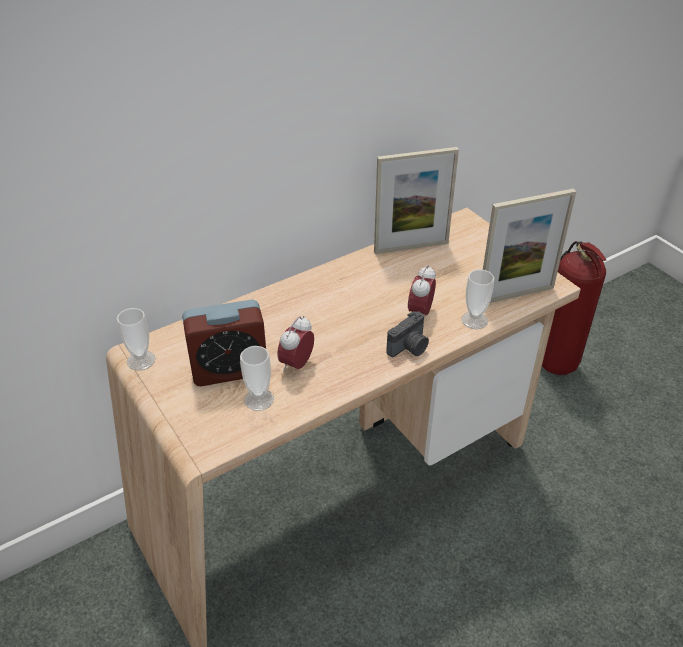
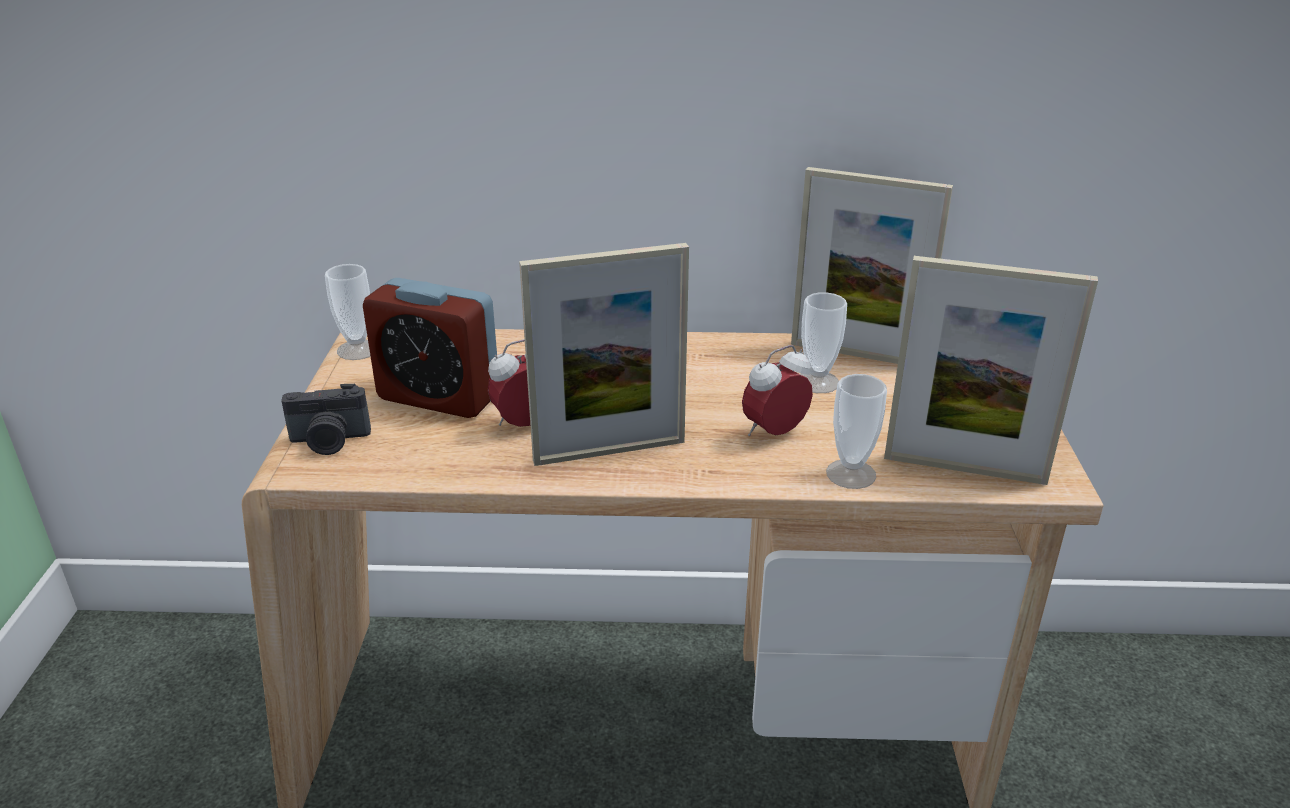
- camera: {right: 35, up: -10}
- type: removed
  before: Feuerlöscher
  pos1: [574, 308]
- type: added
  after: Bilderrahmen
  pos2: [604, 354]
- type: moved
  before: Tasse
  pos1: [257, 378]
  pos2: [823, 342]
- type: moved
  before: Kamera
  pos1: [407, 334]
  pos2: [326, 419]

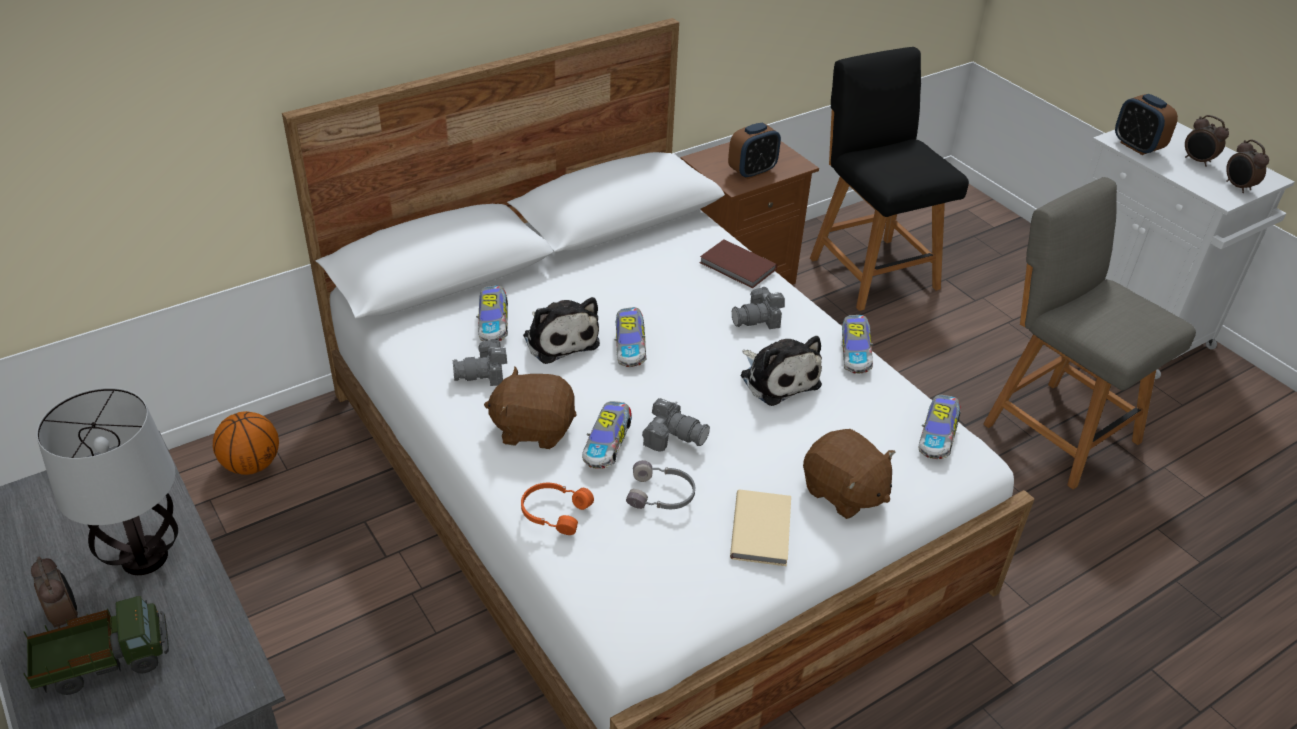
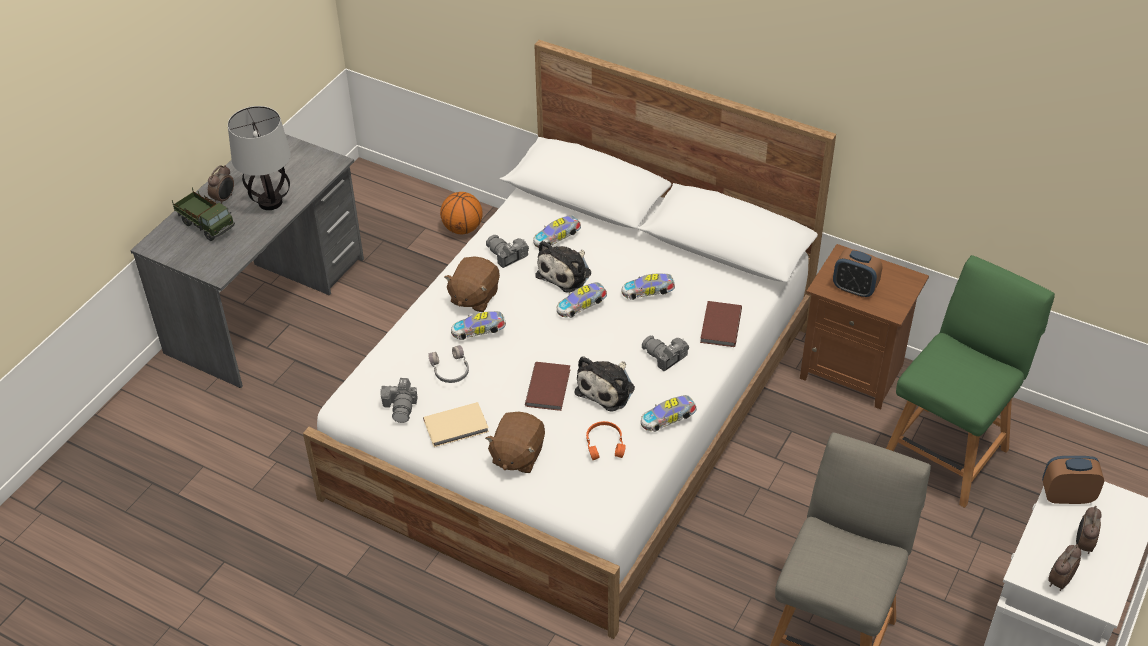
- camera: {right: 65, up: 5}
- type: added
  after: Buch (braun)
  pos2: [547, 386]
- type: moved
  before: Kopfhörer (orange)
  pos1: [557, 509]
  pos2: [606, 440]
- type: moved
  before: Kamera
  pos1: [676, 425]
  pos2: [399, 400]
- type: moved
  before: Spielzeugauto
  pos1: [940, 427]
  pos2: [648, 286]
- type: recoloured
  before: Stuhl (schwarz)
  after: Stuhl (grün)
  pos1: [889, 179]
  pos2: [970, 381]
- type: turned
  before: Plüschtier (braun)
  pos1: [530, 408]
  pos2: [472, 284]
  turn: -135
- type: turned
  before: Wecker
  pos1: [1146, 124]
  pos2: [1073, 480]
  turn: 60

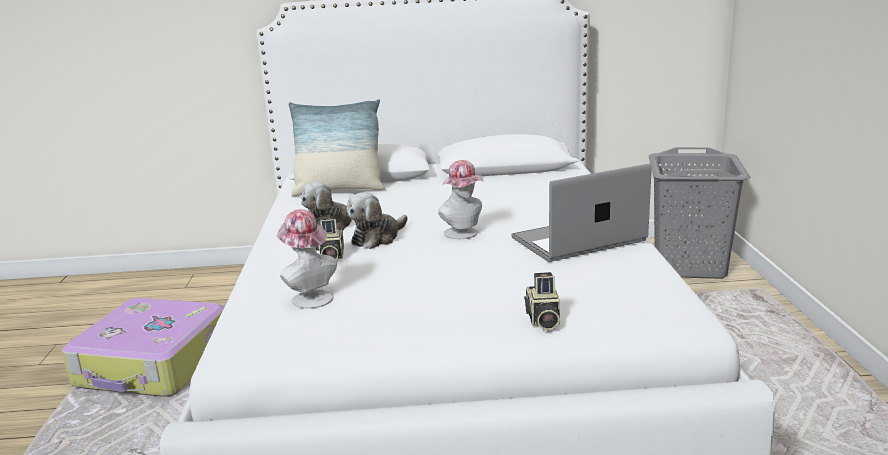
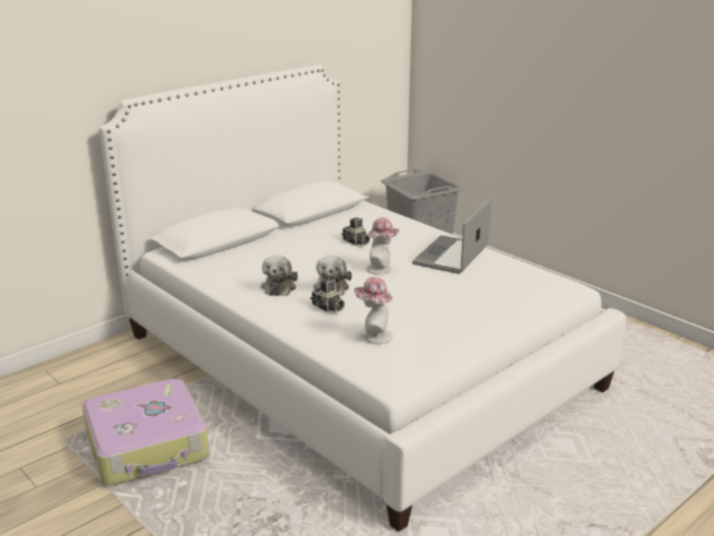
- camera: {right: -40, up: 5}
- type: removed
  before: Kissen
  pos1: [337, 147]
- type: moved
  before: Kamera
  pos1: [542, 301]
  pos2: [355, 231]

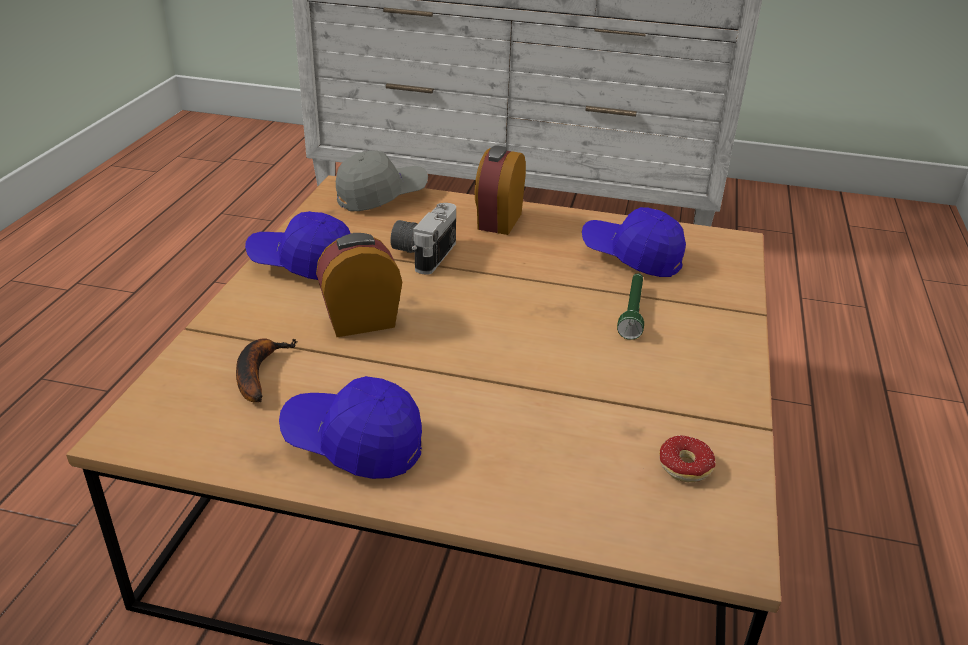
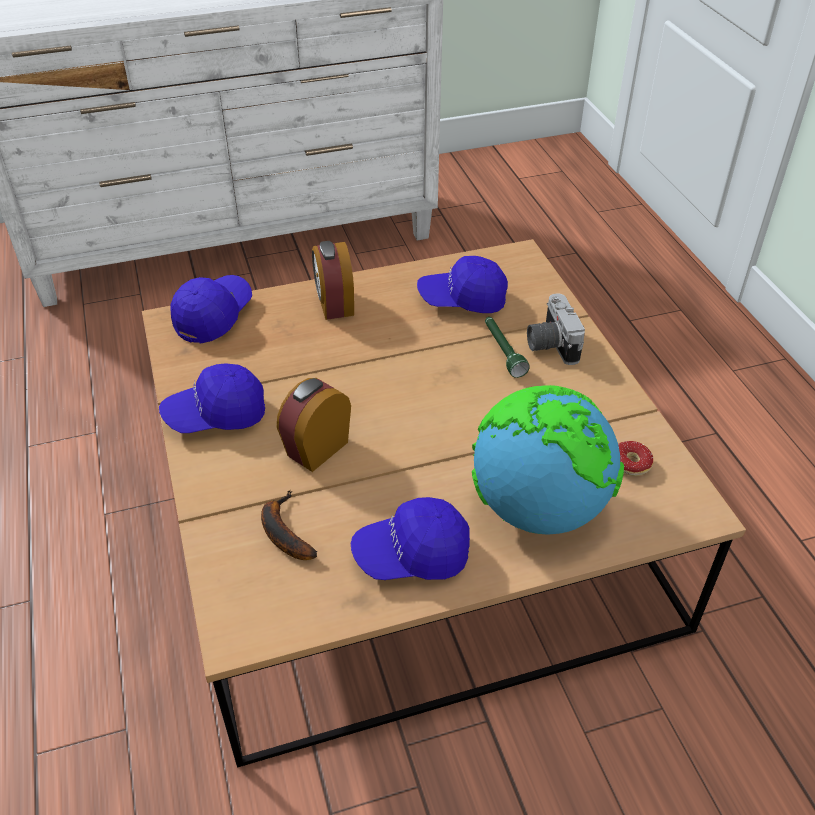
- camera: {right: -30, up: 10}
- type: added
  after: Globus
  pos2: [548, 459]
- type: moved
  before: Kamera
  pos1: [423, 239]
  pos2: [556, 329]
- type: recoloured
  before: Kappe (grau)
  after: Kappe (blau)
  pos1: [382, 181]
  pos2: [211, 309]

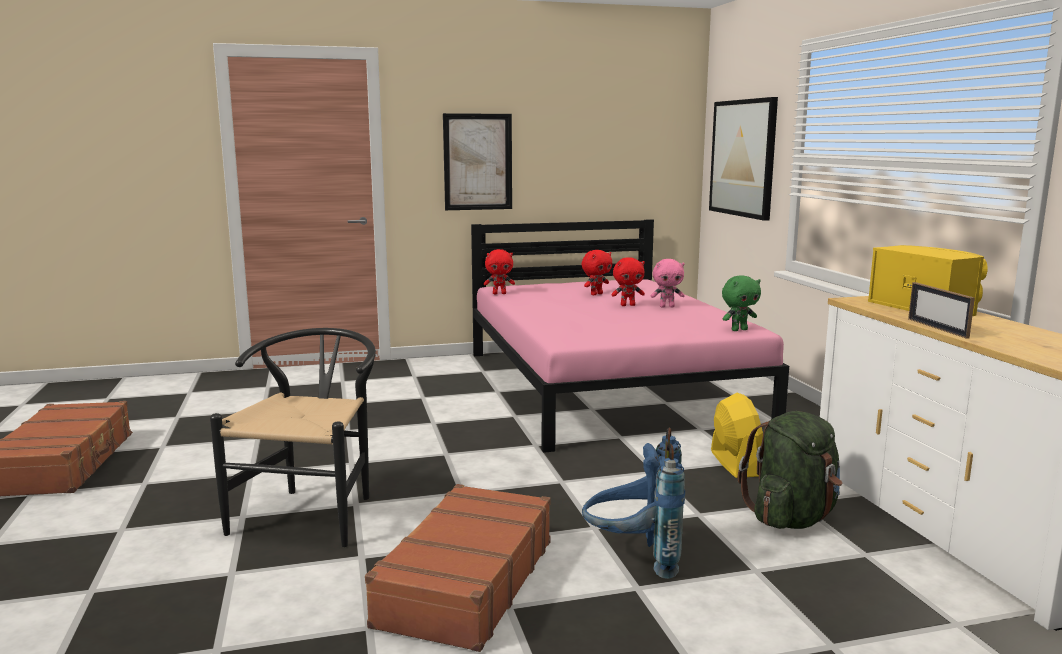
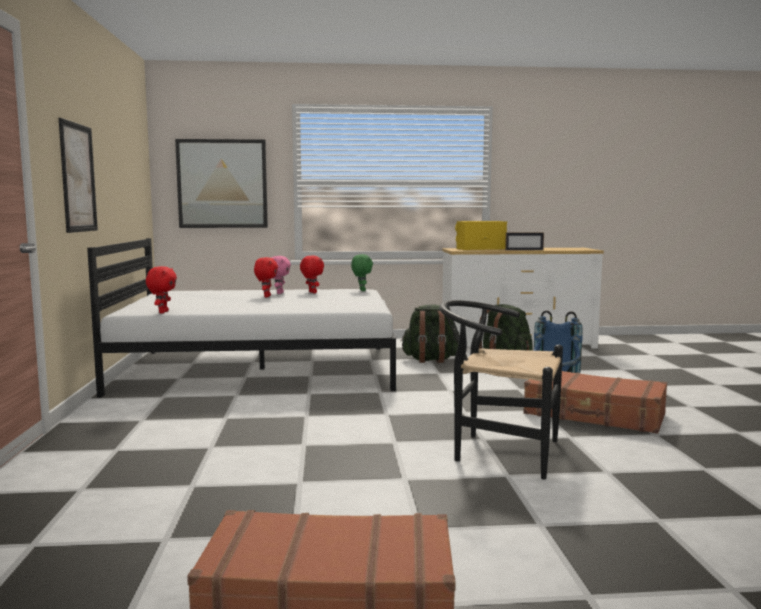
- camera: {right: -80, up: -5}
- type: moved
  before: Plüschtier (rot)
  pos1: [597, 272]
  pos2: [312, 274]
- type: replaced
  before: Ventilator (gelb)
  after: Rucksack (grün)
  pos1: [737, 435]
  pos2: [430, 334]
- type: recoloured
  before: Bett (rosa)
  after: Bett (weiß)
  pos1: [630, 336]
  pos2: [241, 318]

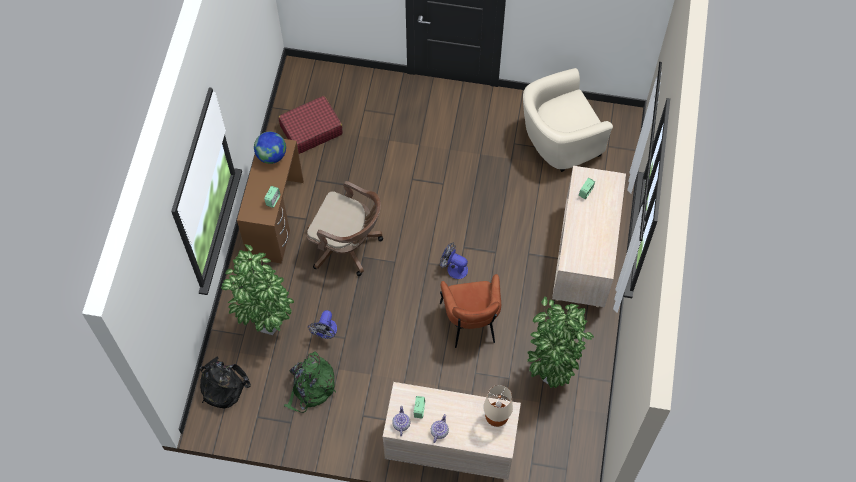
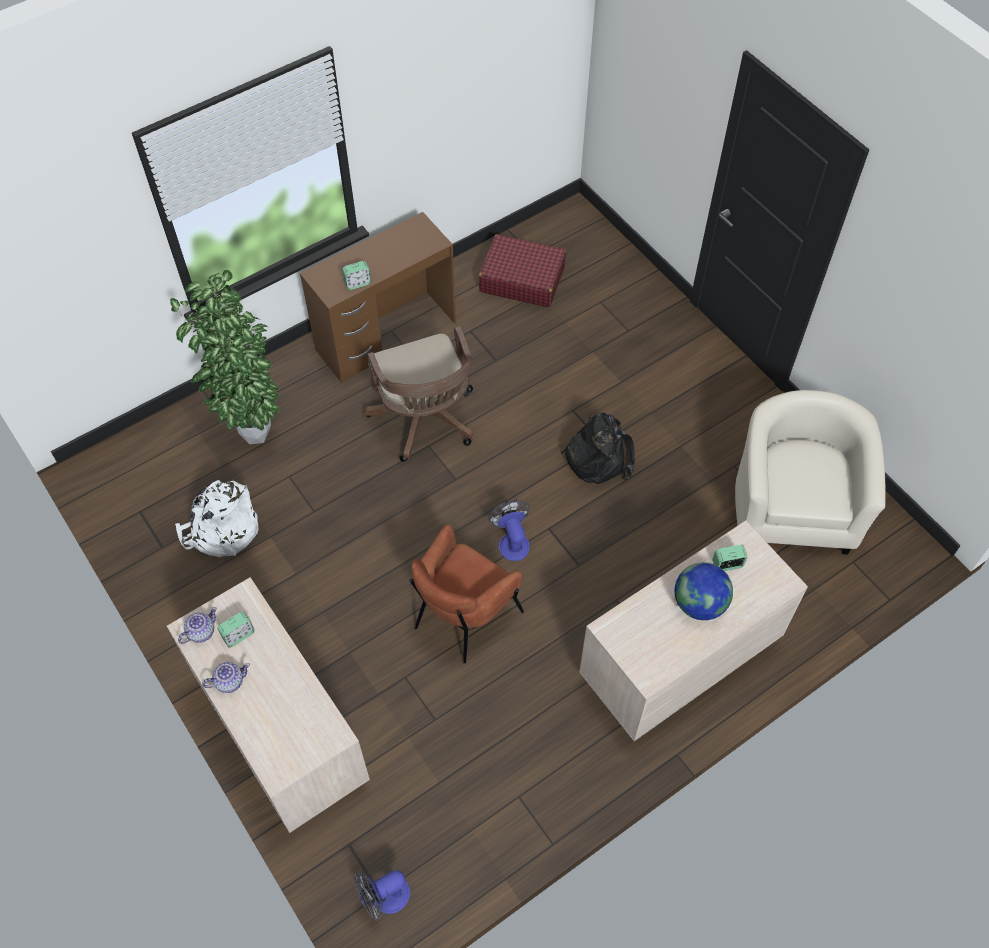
- camera: {right: 45, up: -5}
- type: removed
  before: Tischlampe (beige)
  pos1: [498, 406]
- type: removed
  before: Topfpflanze
  pos1: [560, 342]
- type: moved
  before: Rucksack (schwarz)
  pos1: [225, 383]
  pos2: [598, 448]
- type: moved
  before: Globus
  pos1: [270, 148]
  pos2: [704, 591]
- type: moved
  before: Ventilator
  pos1: [322, 324]
  pos2: [382, 895]
- type: recoloured
  before: Rucksack (grün)
  after: Rucksack (weiß)
  pos1: [310, 382]
  pos2: [216, 518]
- type: turned
  before: Sessel (beige)
  pos1: [568, 120]
  pos2: [810, 472]
  turn: 75

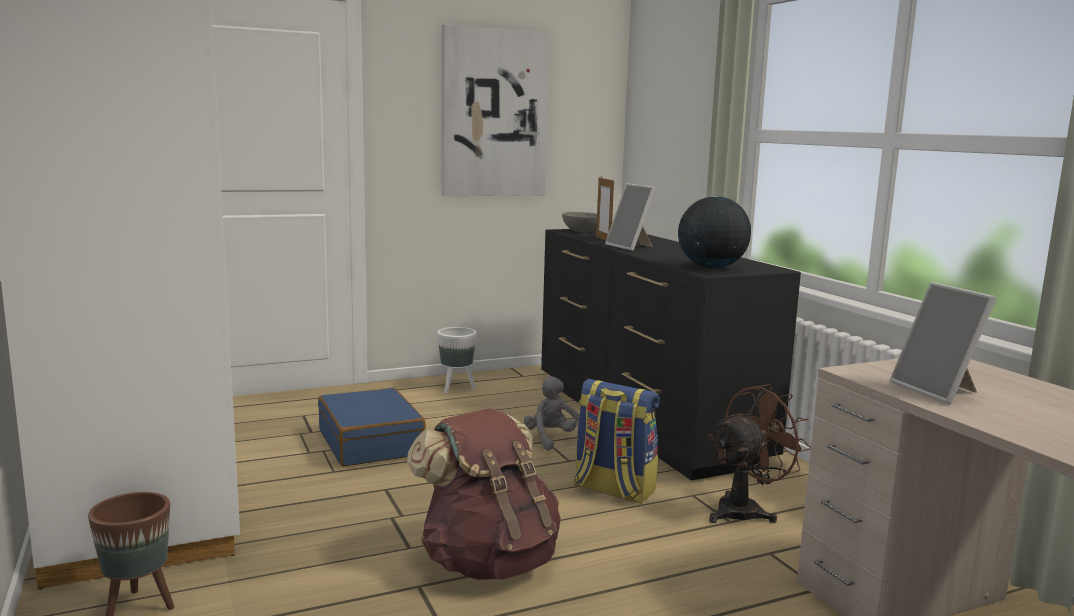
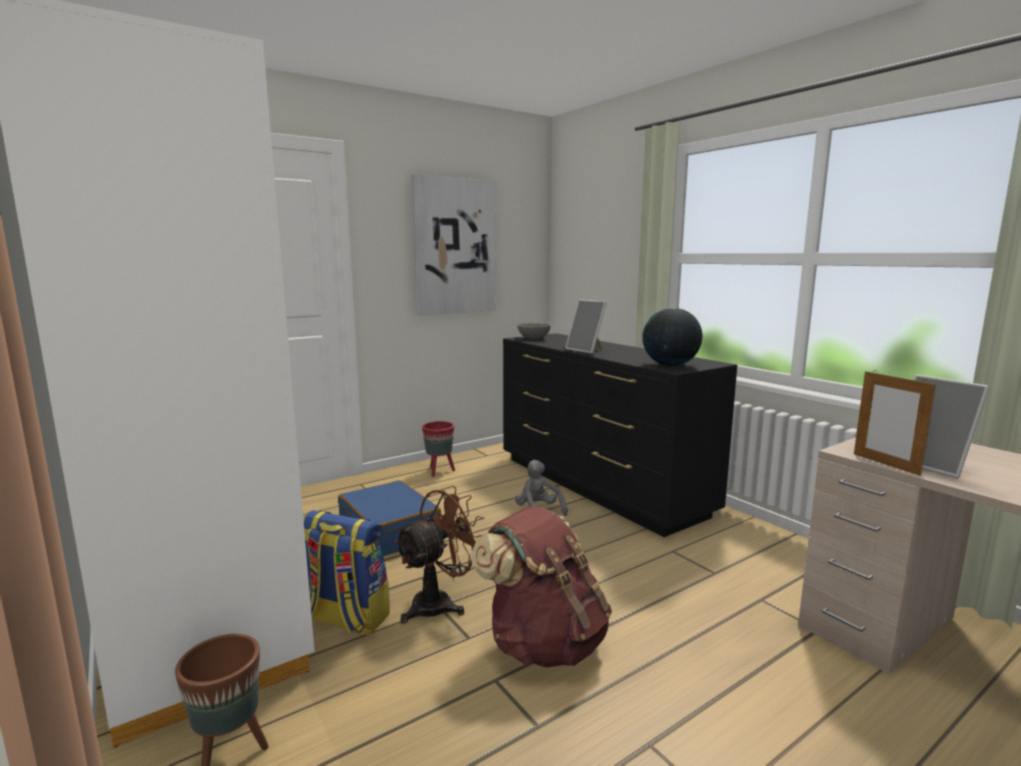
- camera: {right: -10, up: 0}
- type: moved
  before: Rucksack
  pos1: [617, 441]
  pos2: [347, 573]
- type: moved
  before: Bilderrahmen
  pos1: [605, 209]
  pos2: [895, 423]
- type: moved
  before: Ventilator (braun)
  pos1: [759, 453]
  pos2: [439, 555]
- type: recoloured
  before: Pflanzkübel (weiß)
  after: Pflanzkübel (rot)
  pos1: [457, 360]
  pos2: [438, 449]

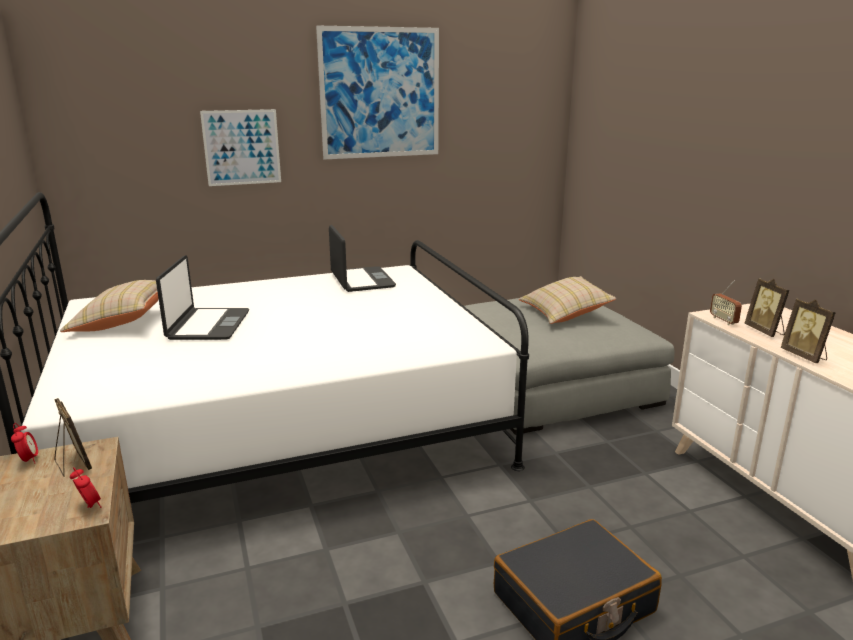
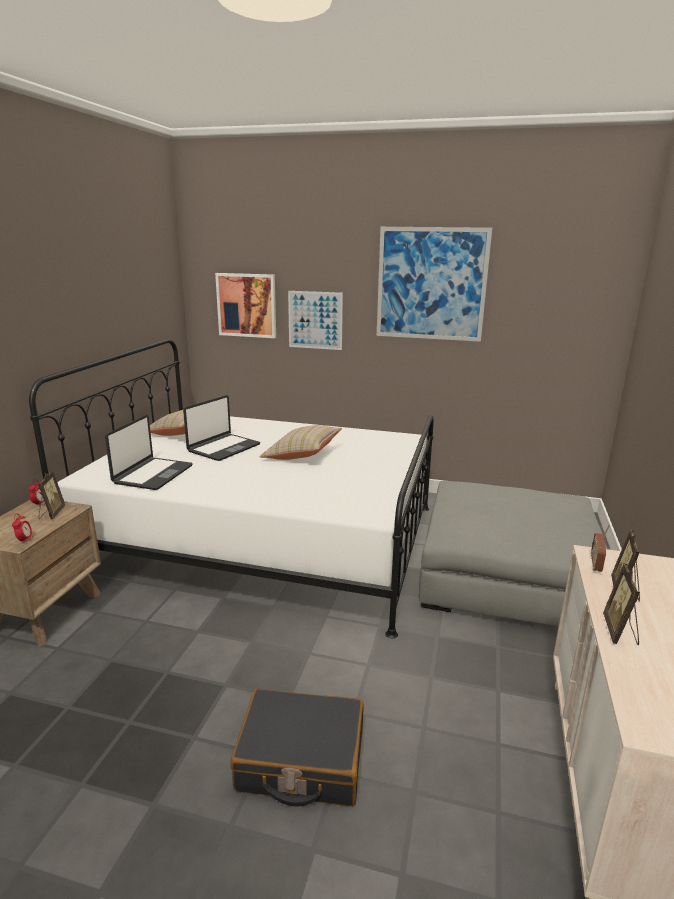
- camera: {right: 35, up: 0}
- type: added
  after: Bild
  pos2: [245, 305]
- type: moved
  before: Laptop
  pos1: [362, 258]
  pos2: [149, 452]
- type: moved
  before: Kissen (beige)
  pos1: [567, 300]
  pos2: [301, 442]

